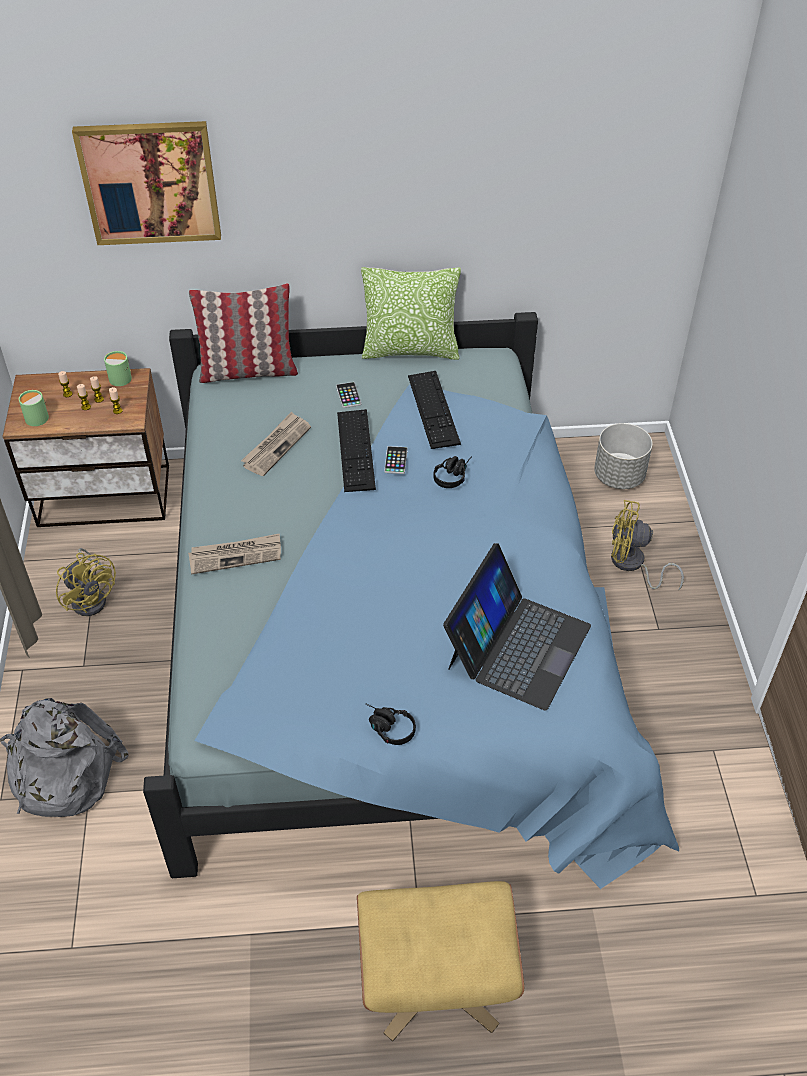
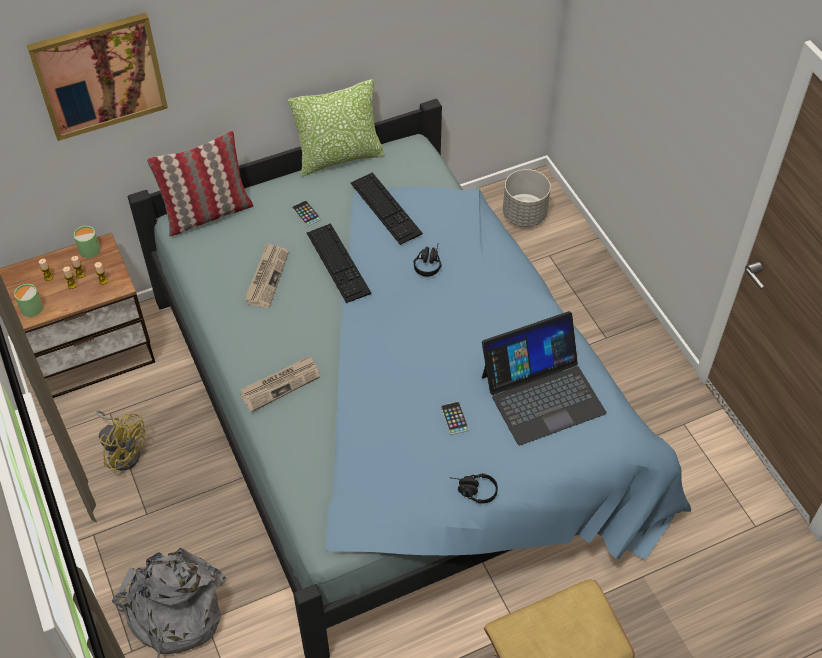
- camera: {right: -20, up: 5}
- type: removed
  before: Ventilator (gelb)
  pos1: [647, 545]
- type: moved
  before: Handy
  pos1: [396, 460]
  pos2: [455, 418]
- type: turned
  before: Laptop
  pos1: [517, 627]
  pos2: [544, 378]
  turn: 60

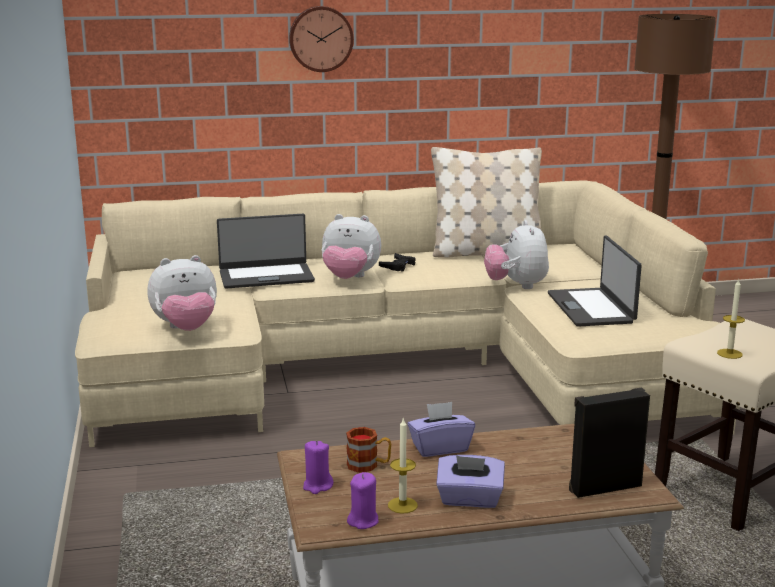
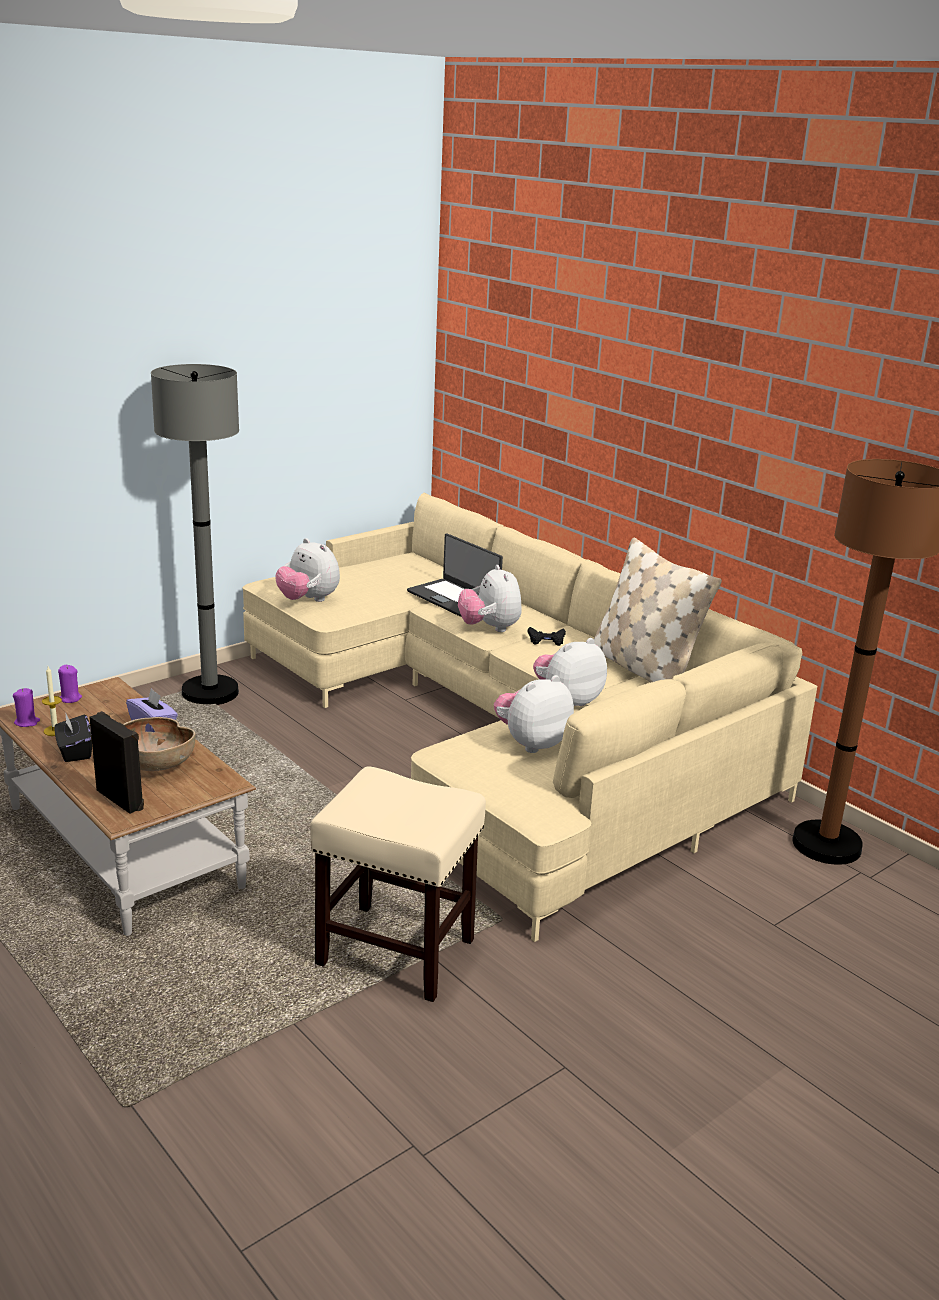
- camera: {right: 60, up: 5}
- type: removed
  before: Wanduhr
  pos1: [321, 39]
- type: removed
  before: Henkelbecher
  pos1: [368, 450]
- type: removed
  before: Kerze
  pos1: [731, 319]
- type: added
  after: Schüssel (braun)
  pos2: [159, 744]
- type: added
  after: Stehlampe (grau)
  pos2: [195, 534]
- type: replaced
  before: Laptop
  after: Plüschtier
  pos1: [595, 281]
  pos2: [534, 714]
- type: recoloured
  before: Taschentuchbox (lila)
  after: Taschentuchbox (schwarz)
  pos1: [470, 481]
  pos2: [73, 737]

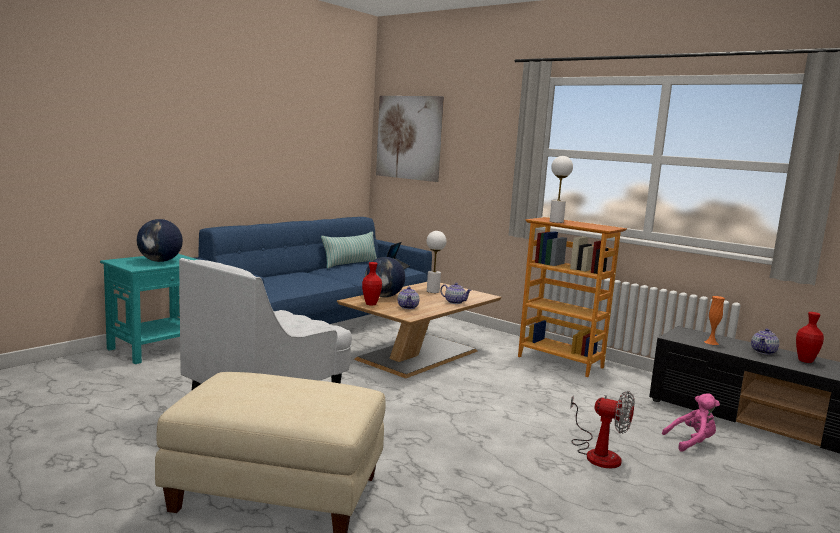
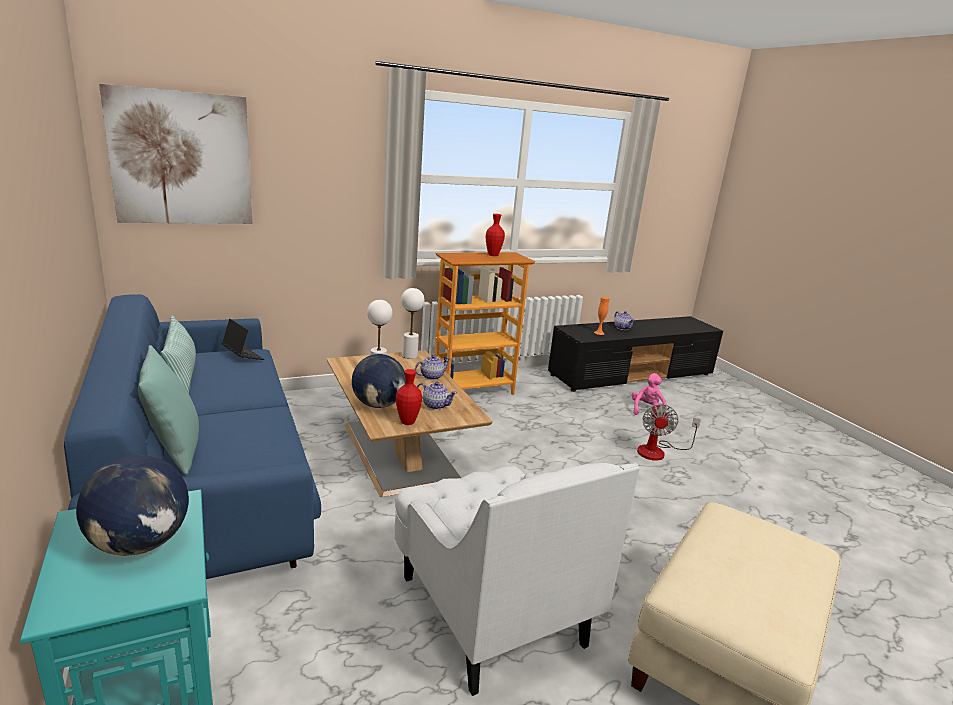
- camera: {right: -65, up: 10}
- type: added
  after: Kissen (türkis)
  pos2: [168, 410]
- type: moved
  before: Tischlampe (weiß)
  pos1: [561, 189]
  pos2: [412, 323]
- type: moved
  before: Vase (rot)
  pos1: [810, 337]
  pos2: [495, 235]
- type: turned
  before: Ventilator
  pos1: [602, 429]
  pos2: [669, 432]
  turn: 135

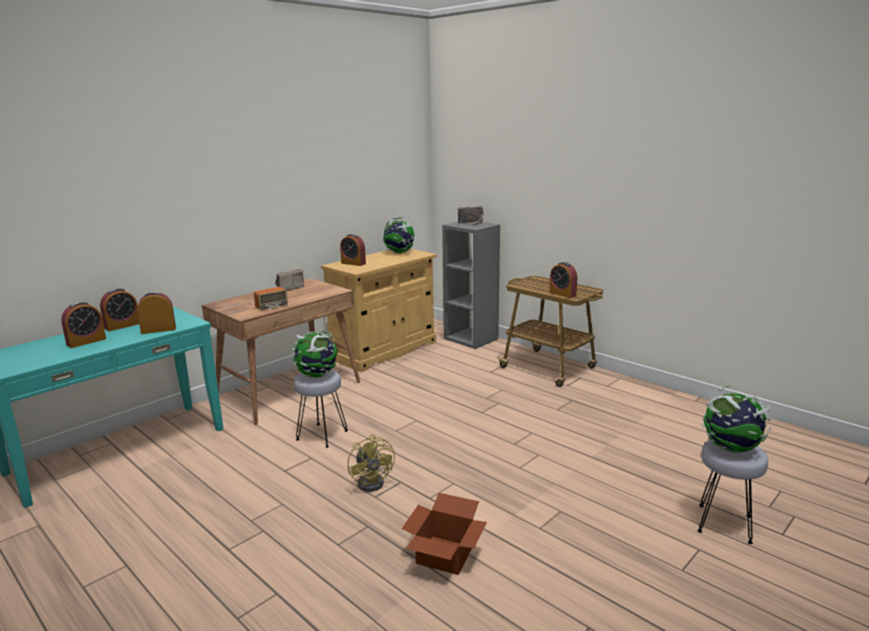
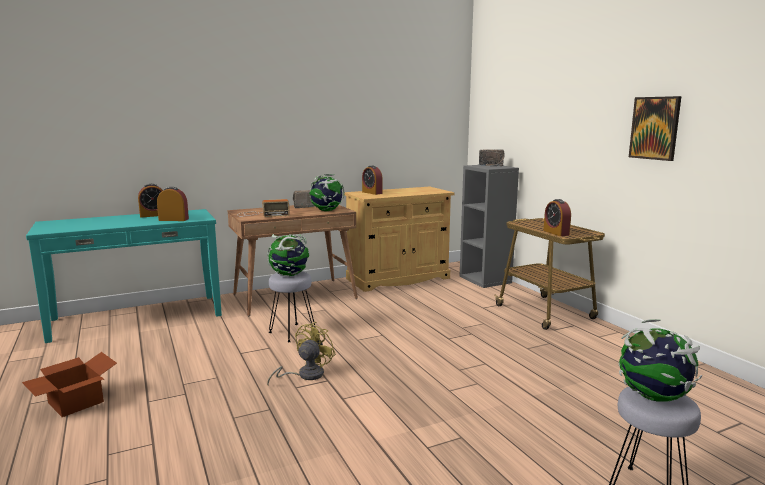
- camera: {right: 20, up: -5}
- type: removed
  before: Wecker
  pos1: [83, 324]
- type: added
  after: Bild
  pos2: [655, 128]
- type: moved
  before: Globus
  pos1: [398, 235]
  pos2: [327, 192]
- type: moved
  before: Karton
  pos1: [444, 534]
  pos2: [69, 384]
- type: turned
  before: Ventilator (gelb)
  pos1: [371, 463]
  pos2: [301, 353]
  turn: -150

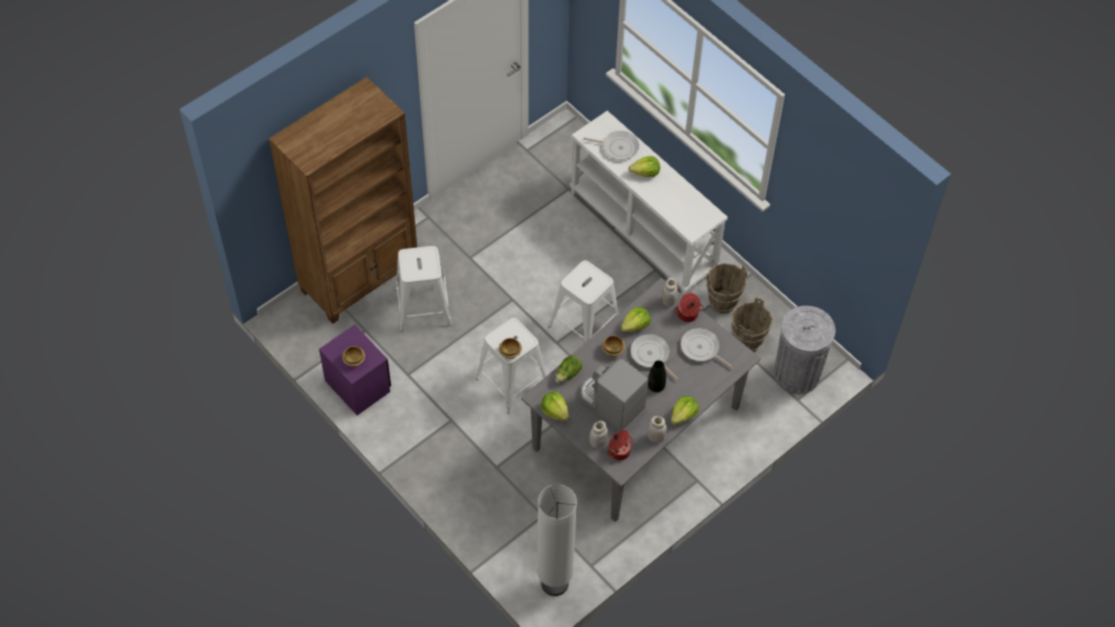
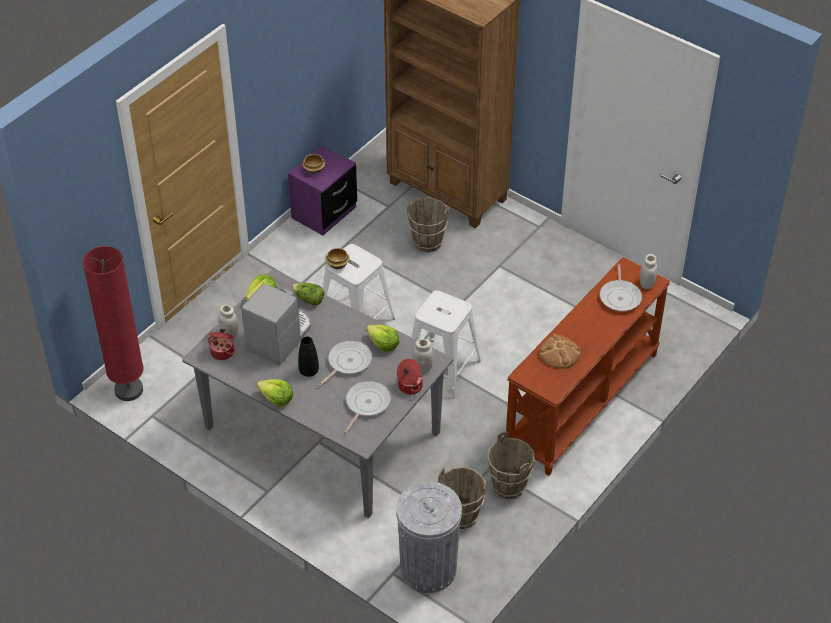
- camera: {right: 80, up: -10}
- type: removed
  before: Schüssel
  pos1: [613, 346]
- type: removed
  before: Salatkopf
  pos1: [644, 166]
- type: added
  after: Brot
  pos2: [559, 351]
- type: moved
  before: Vorratsglas (weiß)
  pos1: [657, 429]
  pos2: [648, 271]
- type: replaced
  before: Hocker (weiß)
  after: Eimer (braun)
  pos1: [423, 289]
  pos2: [428, 225]
- type: recoloured
  before: Stehlampe (weiß)
  after: Stehlampe (rot)
  pos1: [557, 540]
  pos2: [113, 323]
- type: recoloured
  before: Konsolentisch (weiß)
  after: Konsolentisch (braun)
  pos1: [649, 203]
  pos2: [588, 366]

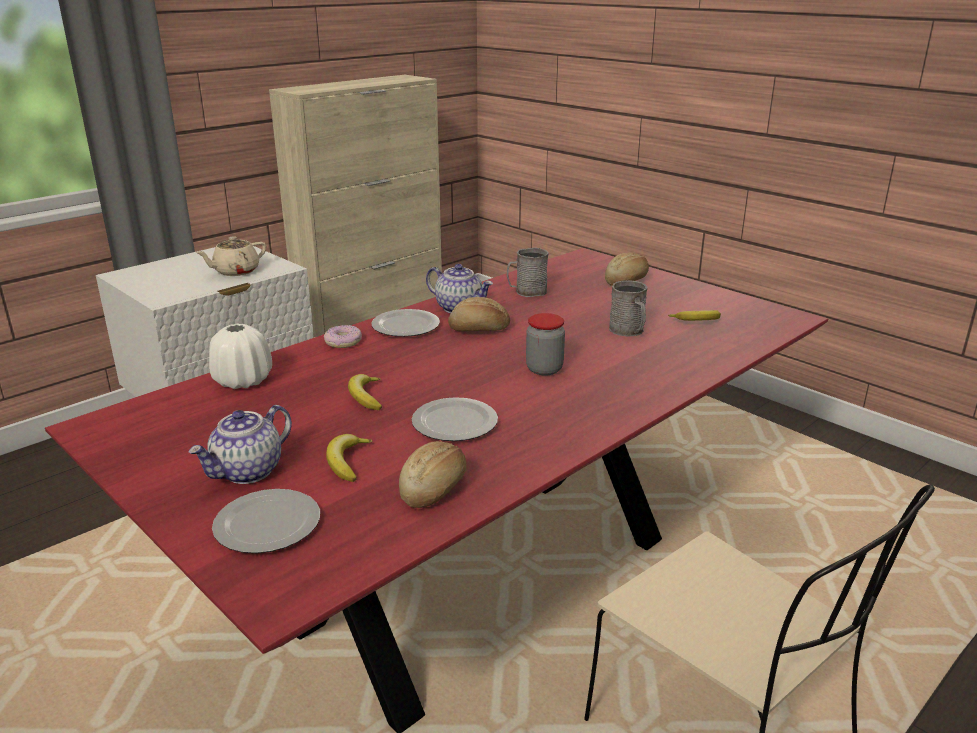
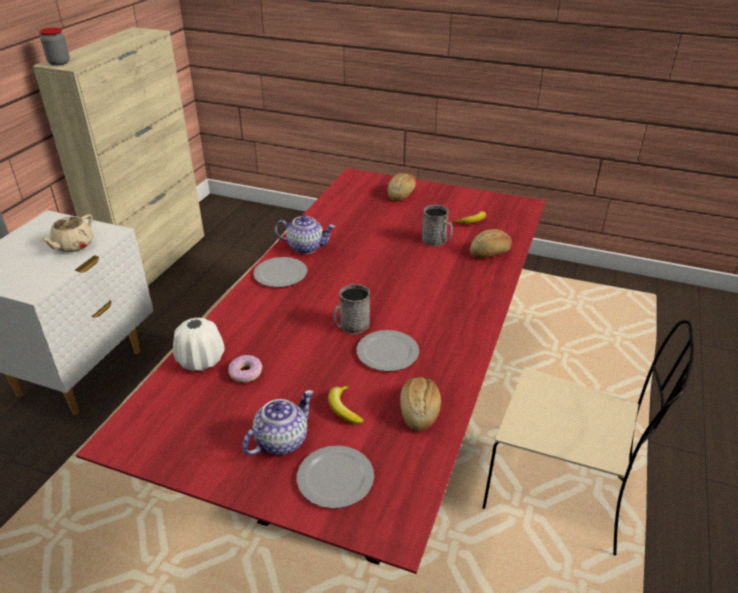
- camera: {right: -25, up: 10}
- type: removed
  before: Banane
  pos1: [365, 392]
- type: moved
  before: Donut
  pos1: [343, 336]
  pos2: [245, 369]
- type: moved
  before: Brot
  pos1: [479, 314]
  pos2: [491, 243]
- type: moved
  before: Henkelbecher (grau)
  pos1: [528, 272]
  pos2: [351, 309]
- type: moved
  before: Vorratsglas
  pos1: [545, 344]
  pos2: [54, 47]
- type: turned
  before: Teekanne
  pos1: [240, 444]
  pos2: [277, 422]
  turn: -150

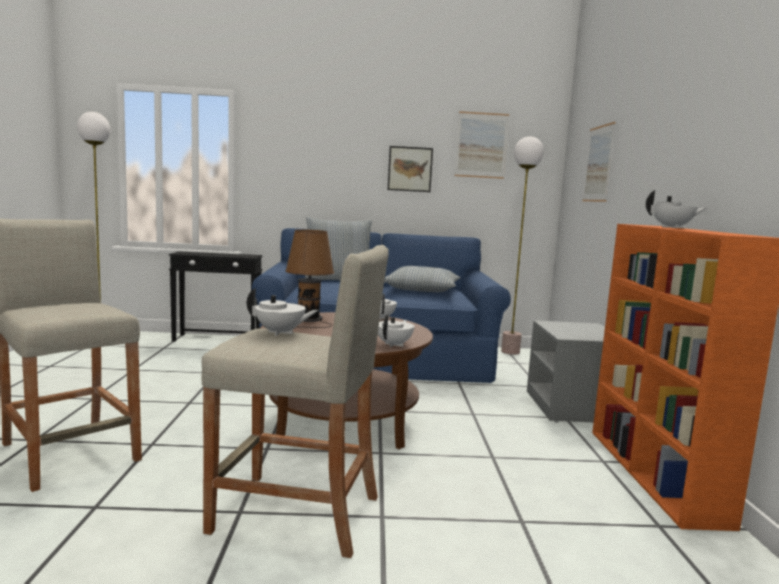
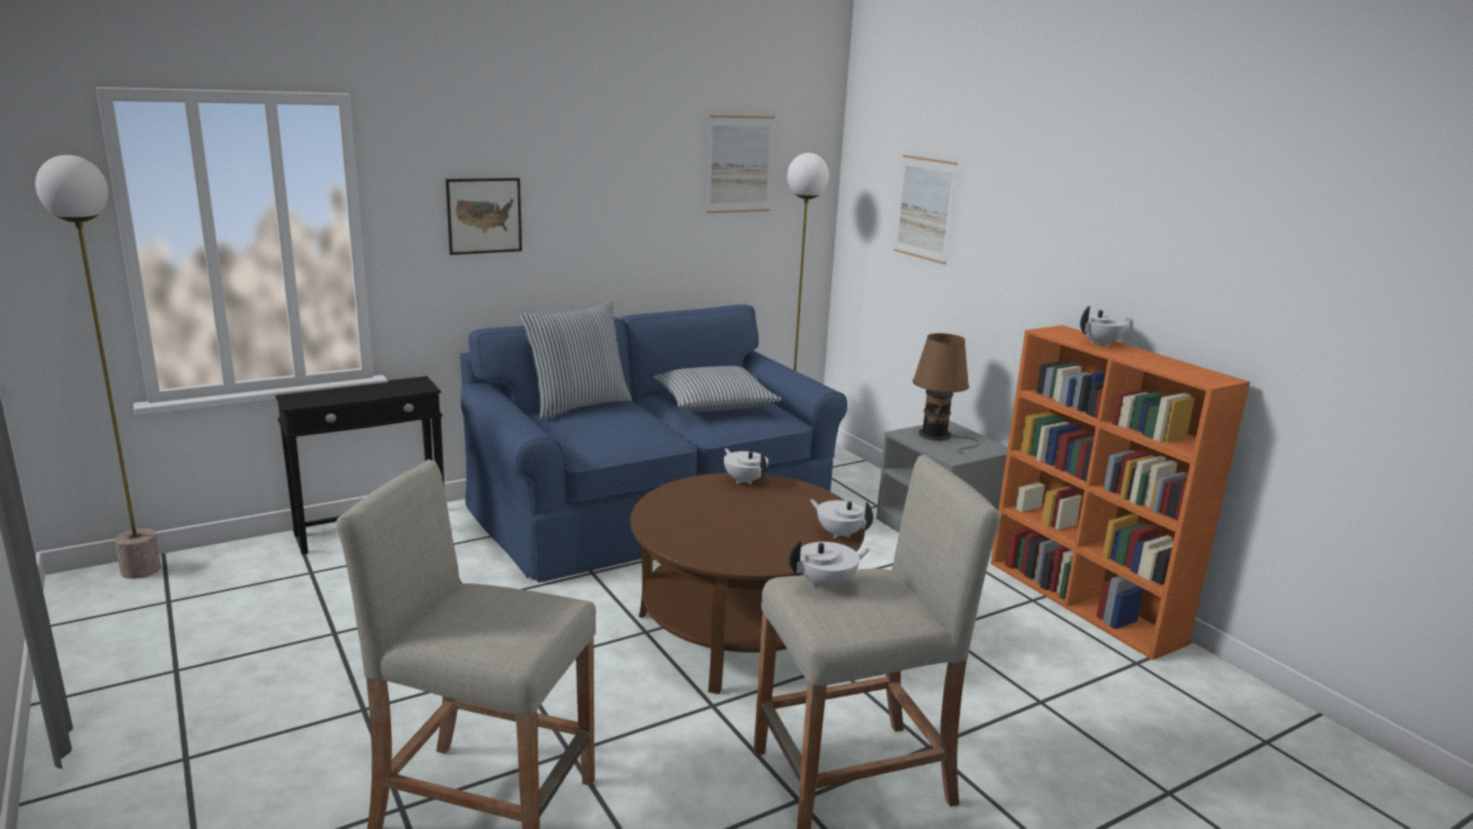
- camera: {right: -30, up: 10}
- type: moved
  before: Tischlampe (braun)
  pos1: [309, 279]
  pos2: [946, 393]
- type: moved
  before: Bild
  pos1: [410, 169]
  pos2: [484, 216]
- type: turned
  before: Teekanne (weiß)
  pos1: [396, 331]
  pos2: [841, 519]
  turn: -45

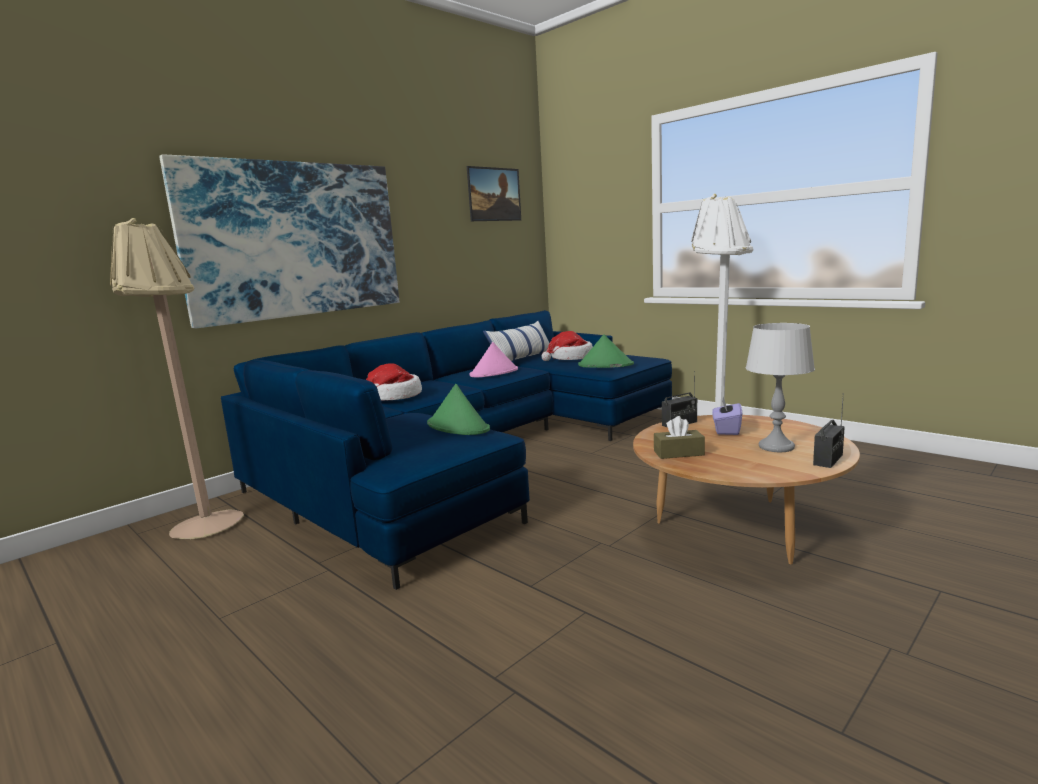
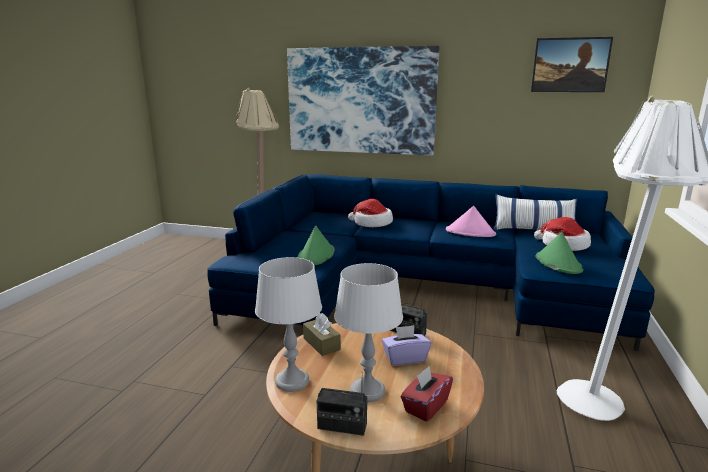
- camera: {right: 60, up: 5}
- type: added
  after: Tischlampe (grau)
  pos2: [288, 324]
- type: added
  after: Taschentuchbox (rot)
  pos2: [427, 394]

